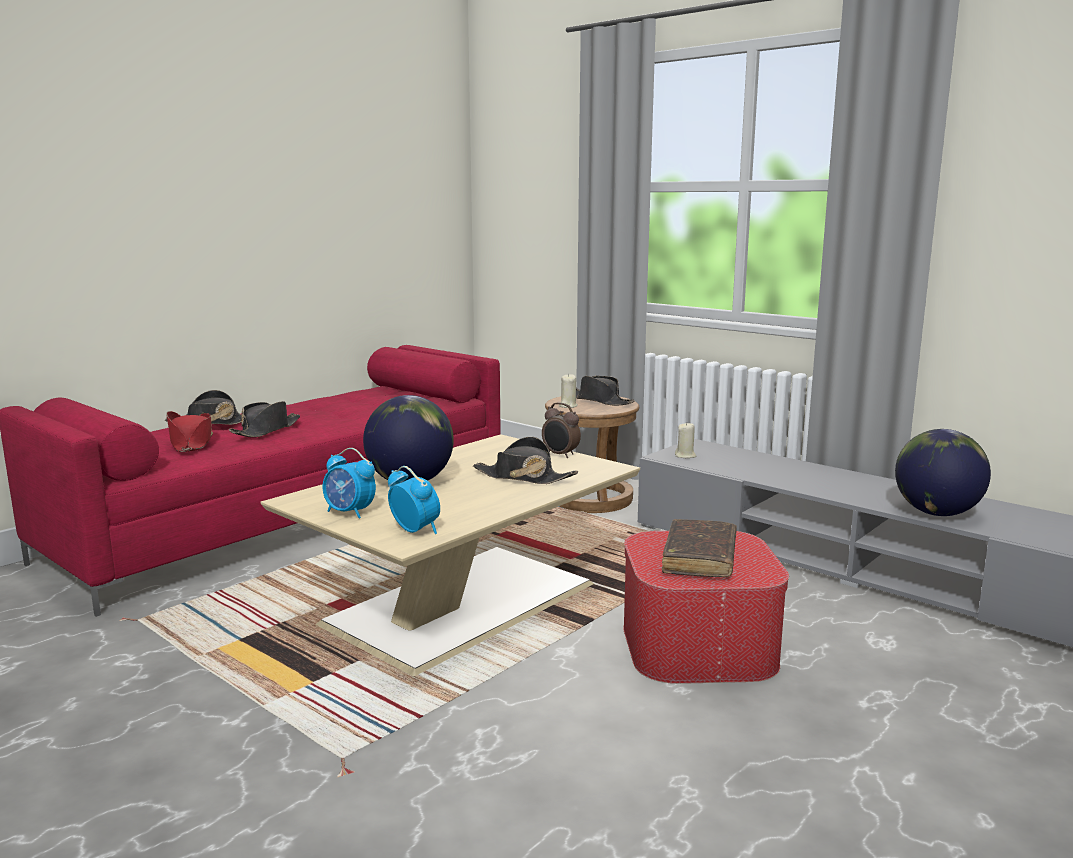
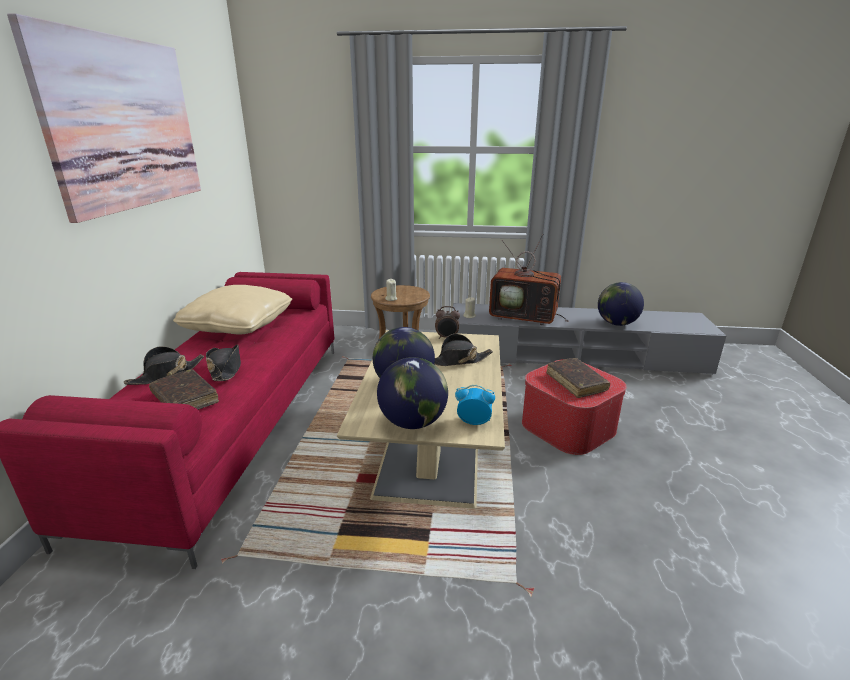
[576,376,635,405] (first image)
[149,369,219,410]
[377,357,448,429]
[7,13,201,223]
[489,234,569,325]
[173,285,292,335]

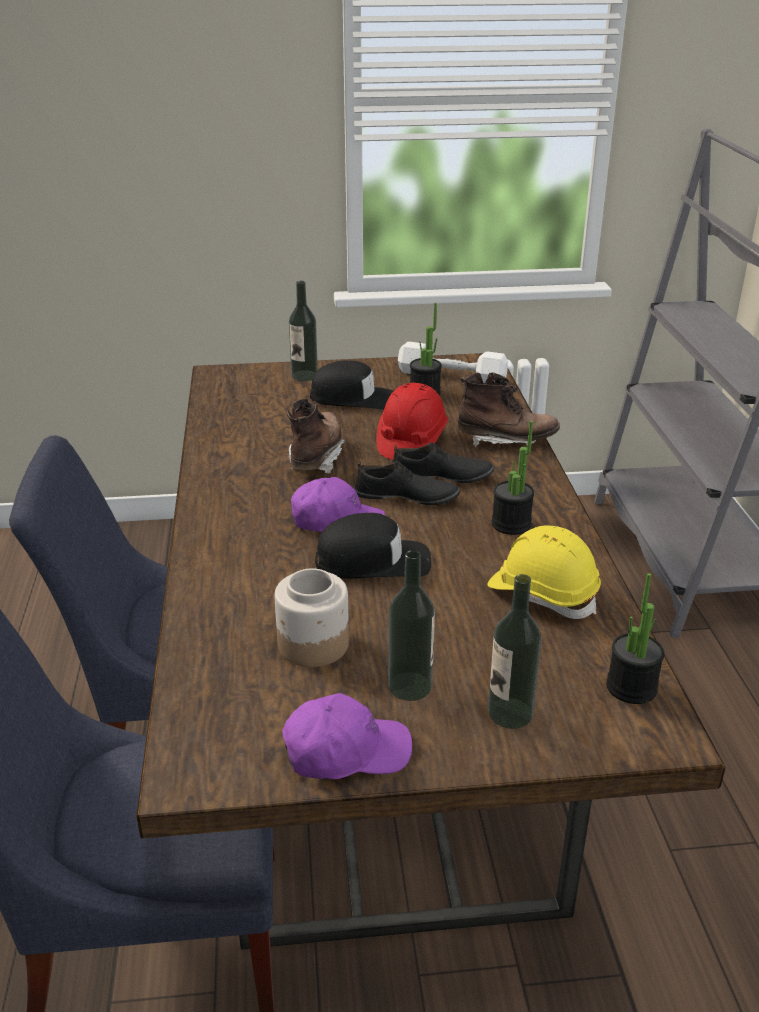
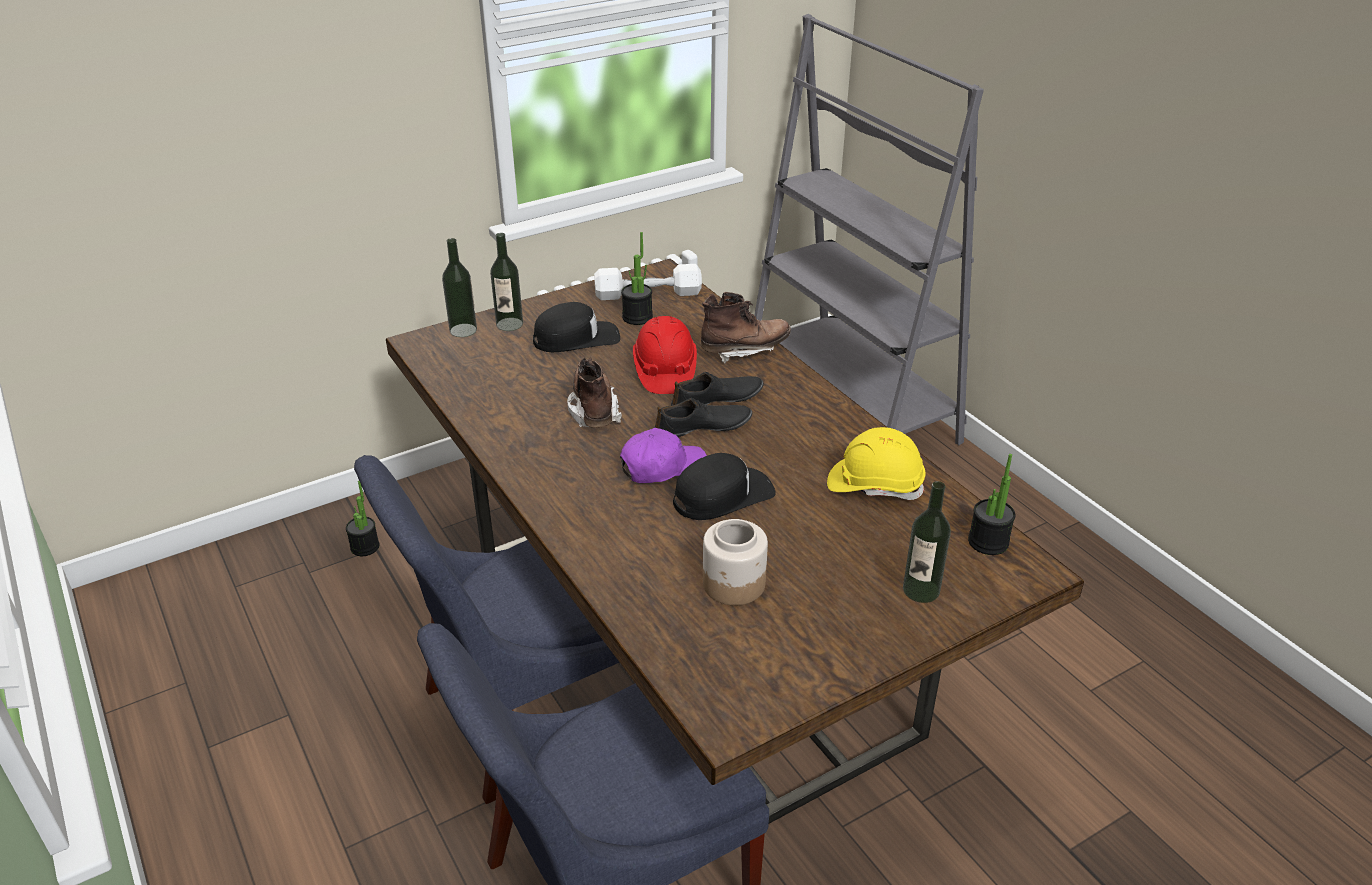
[346,481,380,556]
[442,238,477,337]
[282,693,412,779] (first image)

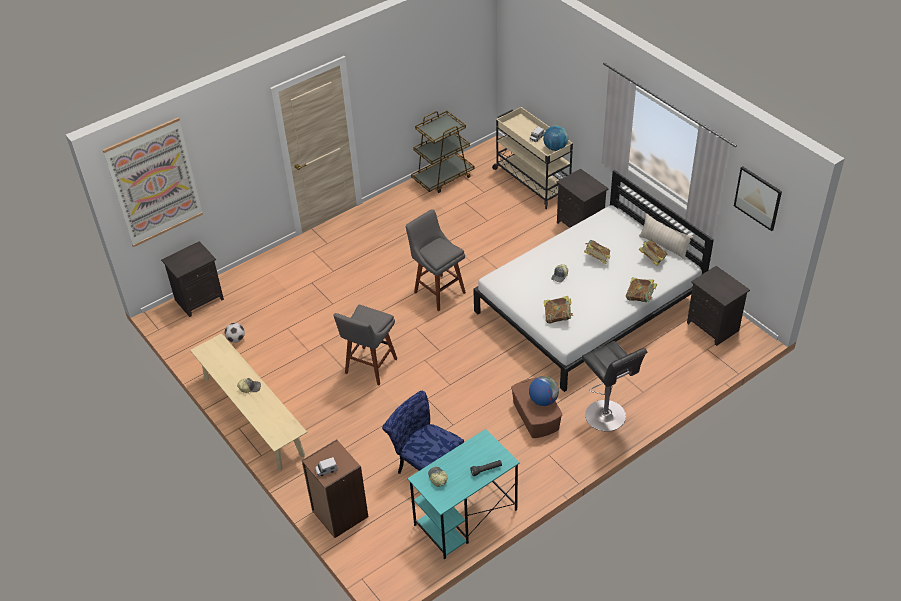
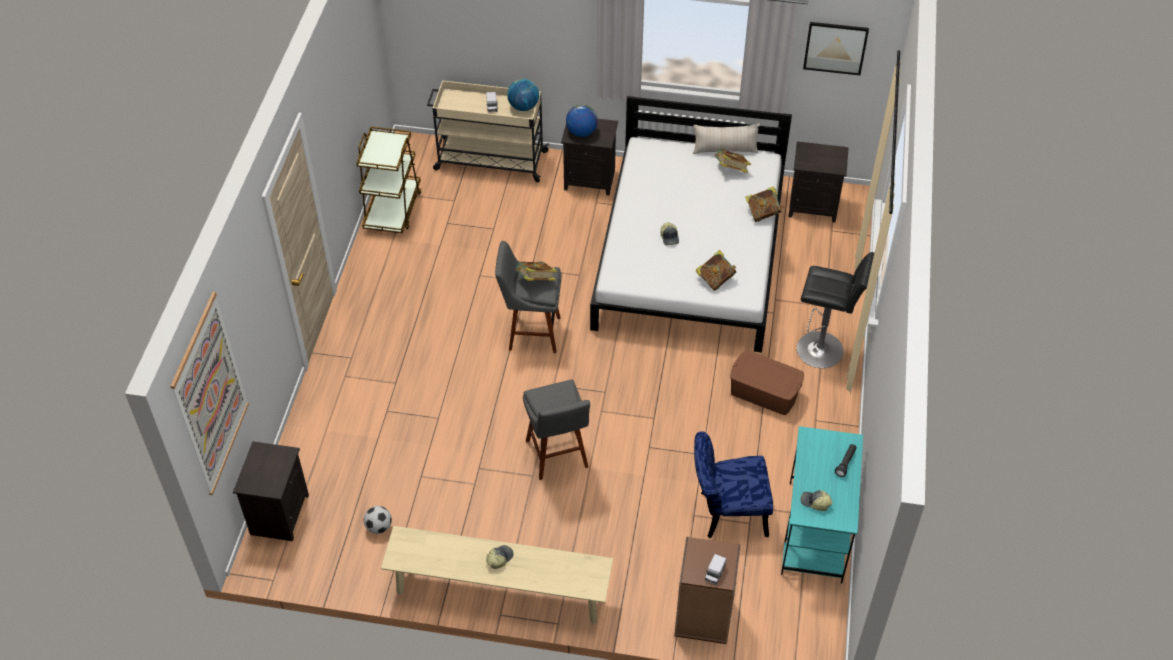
[515,262,557,281]
[566,104,598,137]

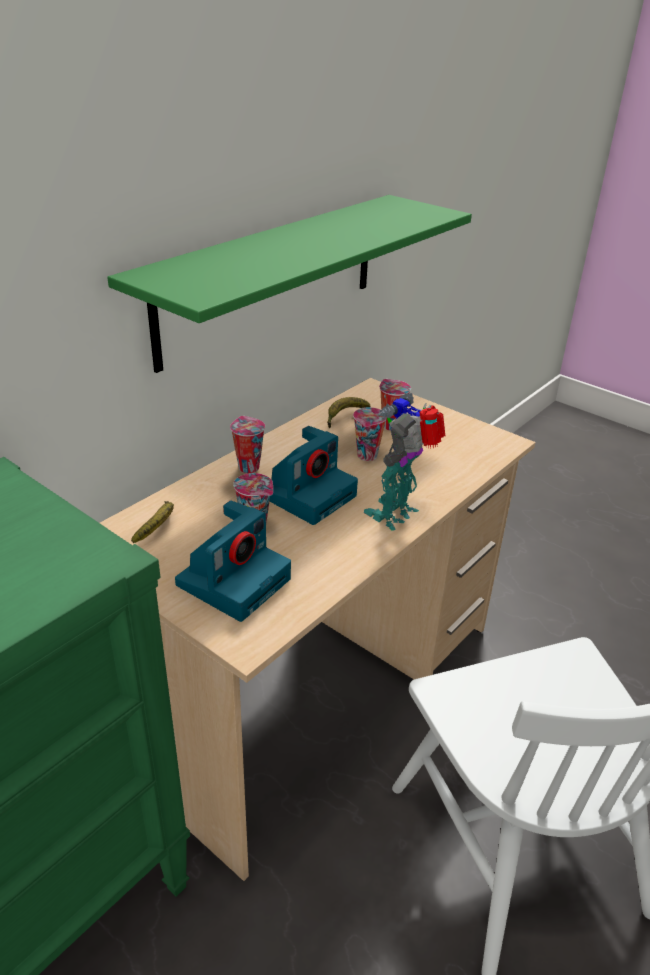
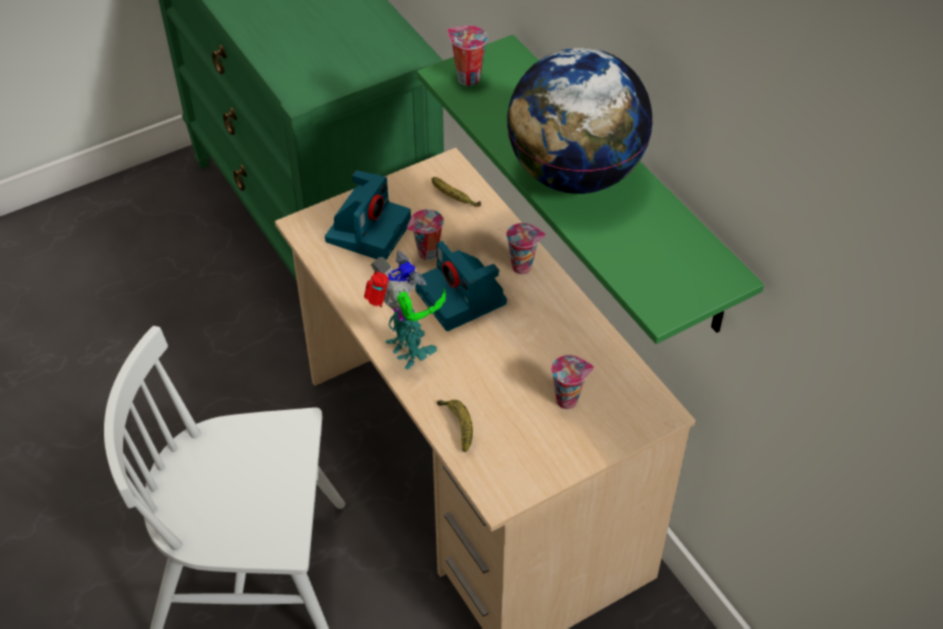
[437,400,473,452]
[447,25,488,86]
[325,170,411,260]
[507,47,653,194]

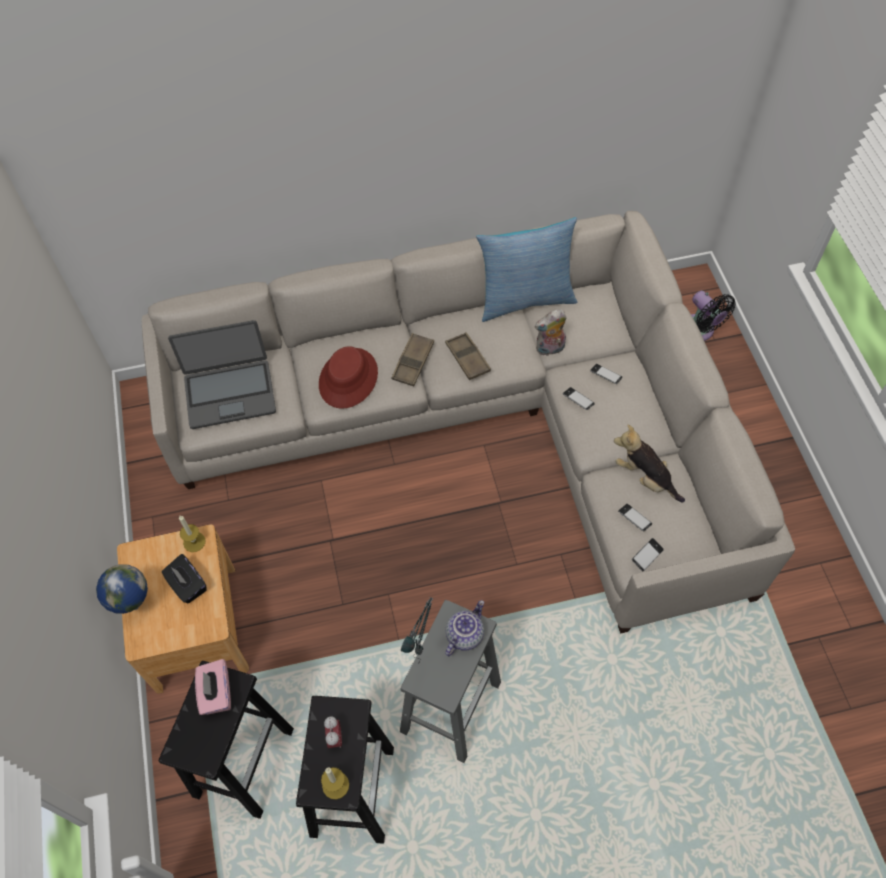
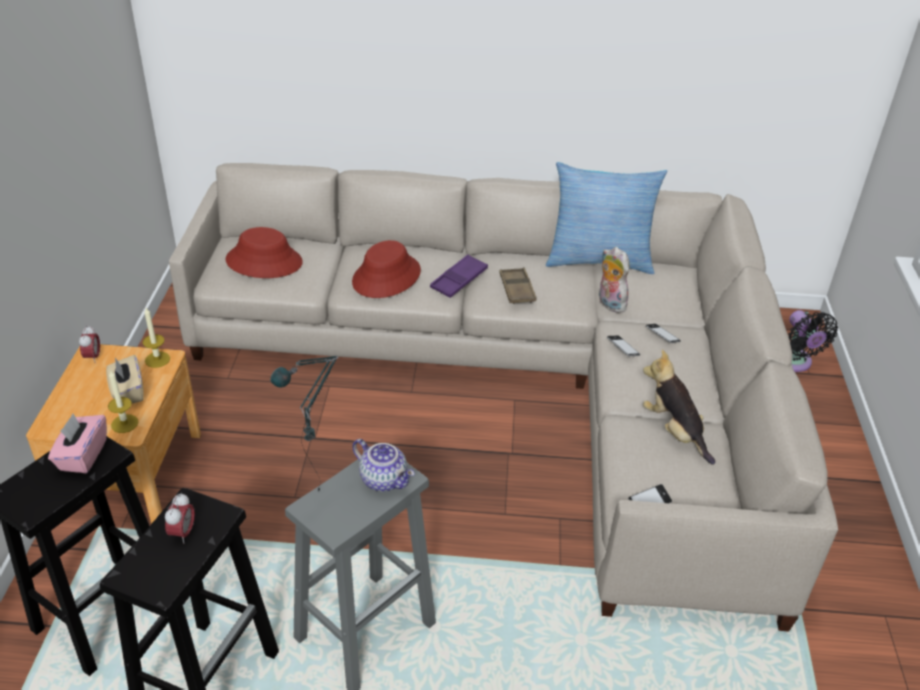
[598,247,629,313]
[226,227,303,278]
[430,255,488,298]
[618,504,652,532] (first image)
[106,355,144,403]
[96,564,148,614] (first image)
[352,439,415,491]
[108,371,139,433]
[79,325,100,363]

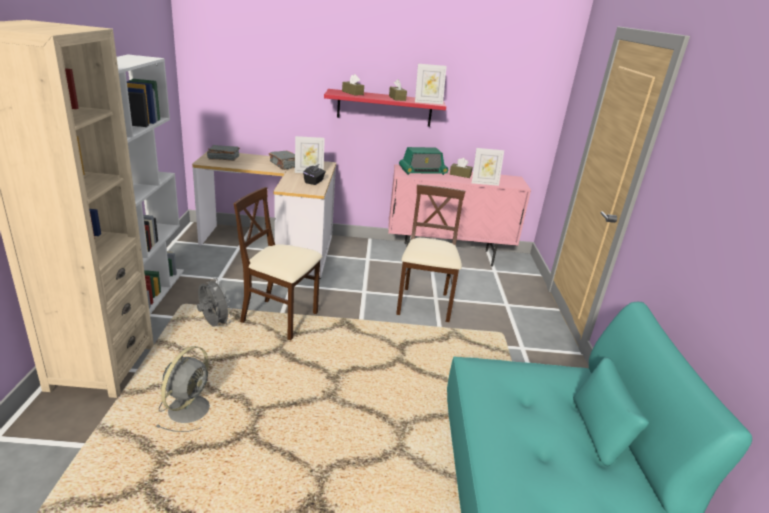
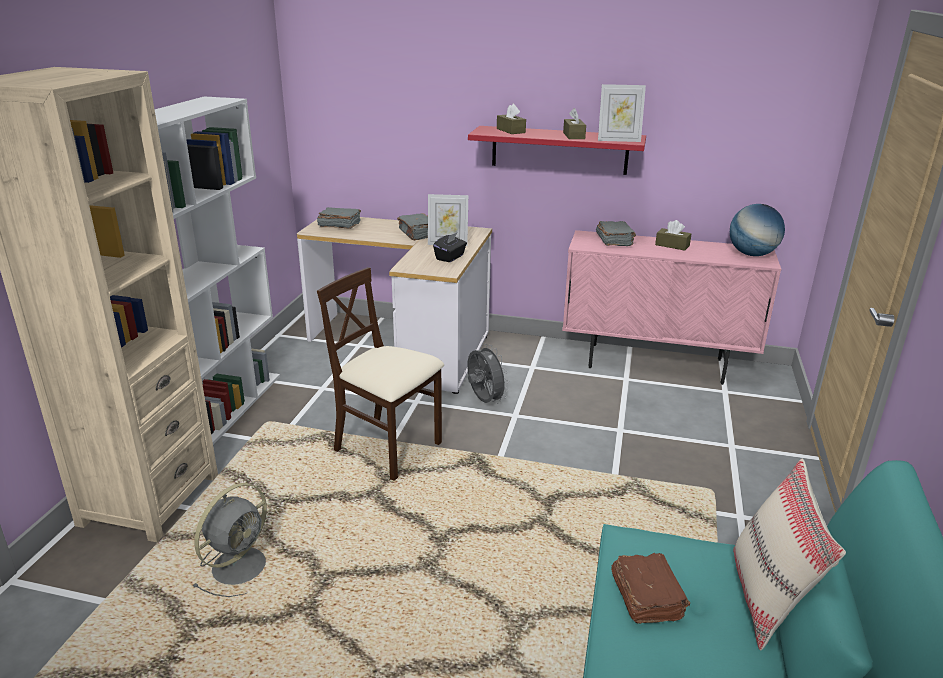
[596,221,636,246]
[472,148,504,186] (first image)
[396,184,465,322] (first image)
[467,344,509,404]
[730,204,785,256]
[733,459,846,651]
[611,553,690,624]

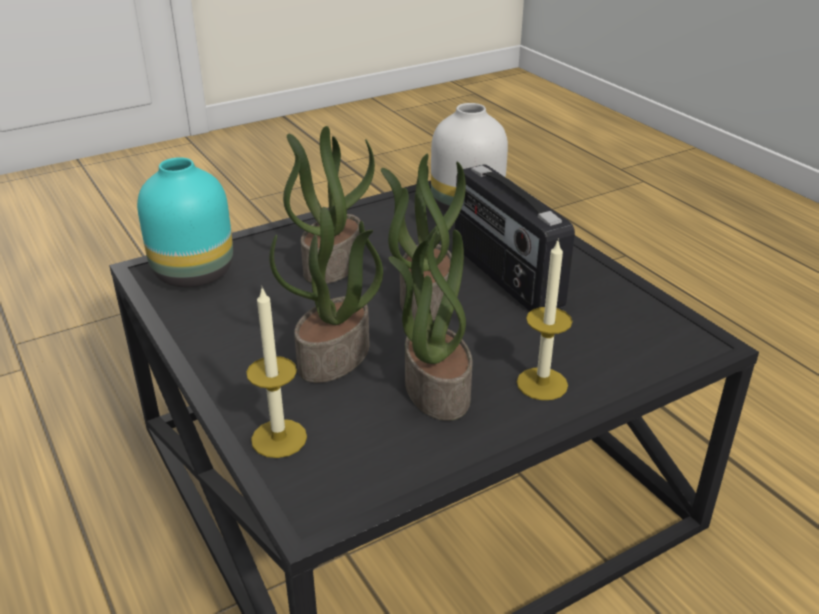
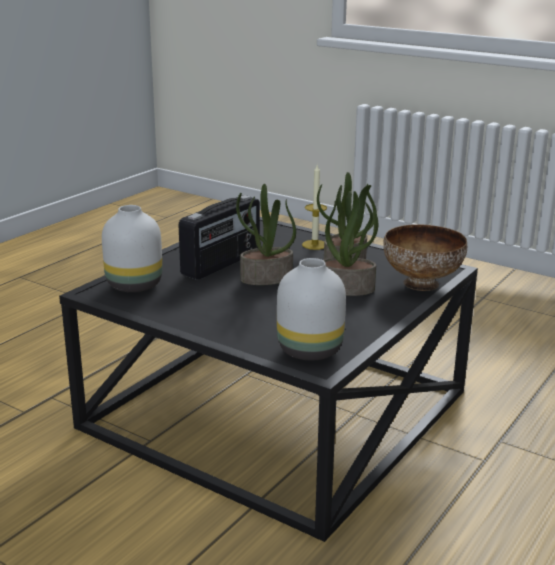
[283,126,375,284] (first image)
[277,258,346,360]
[383,224,467,291]

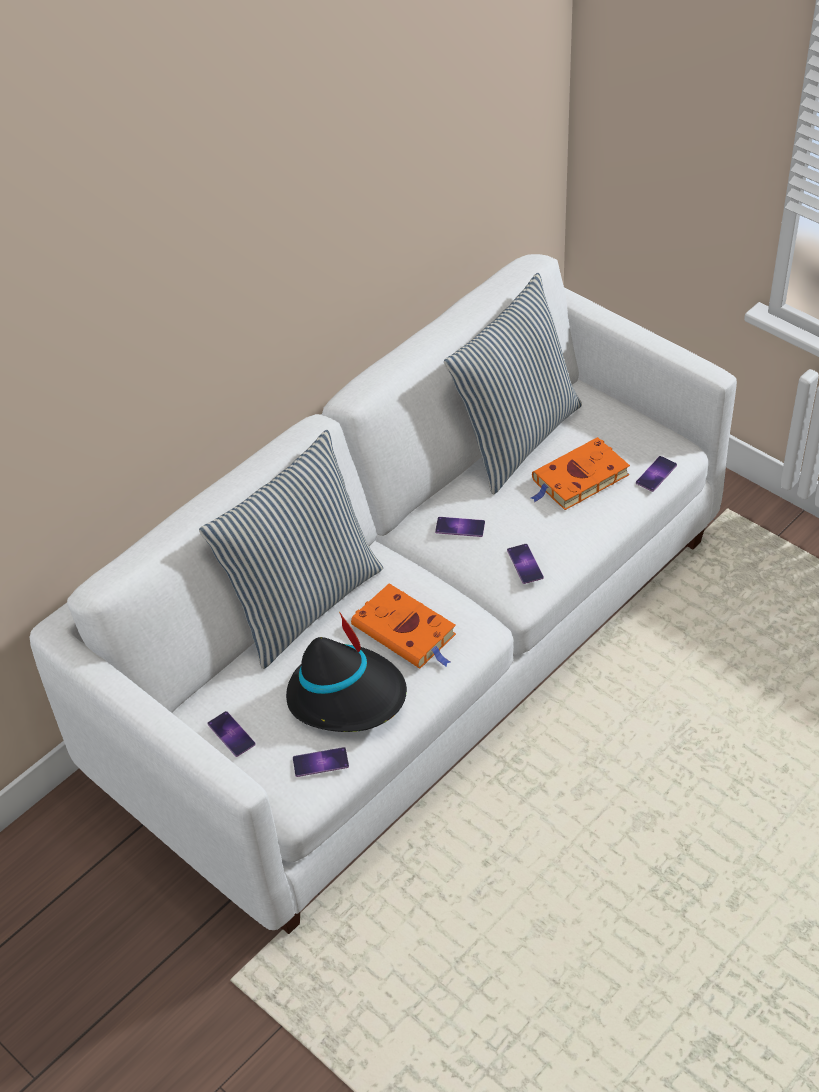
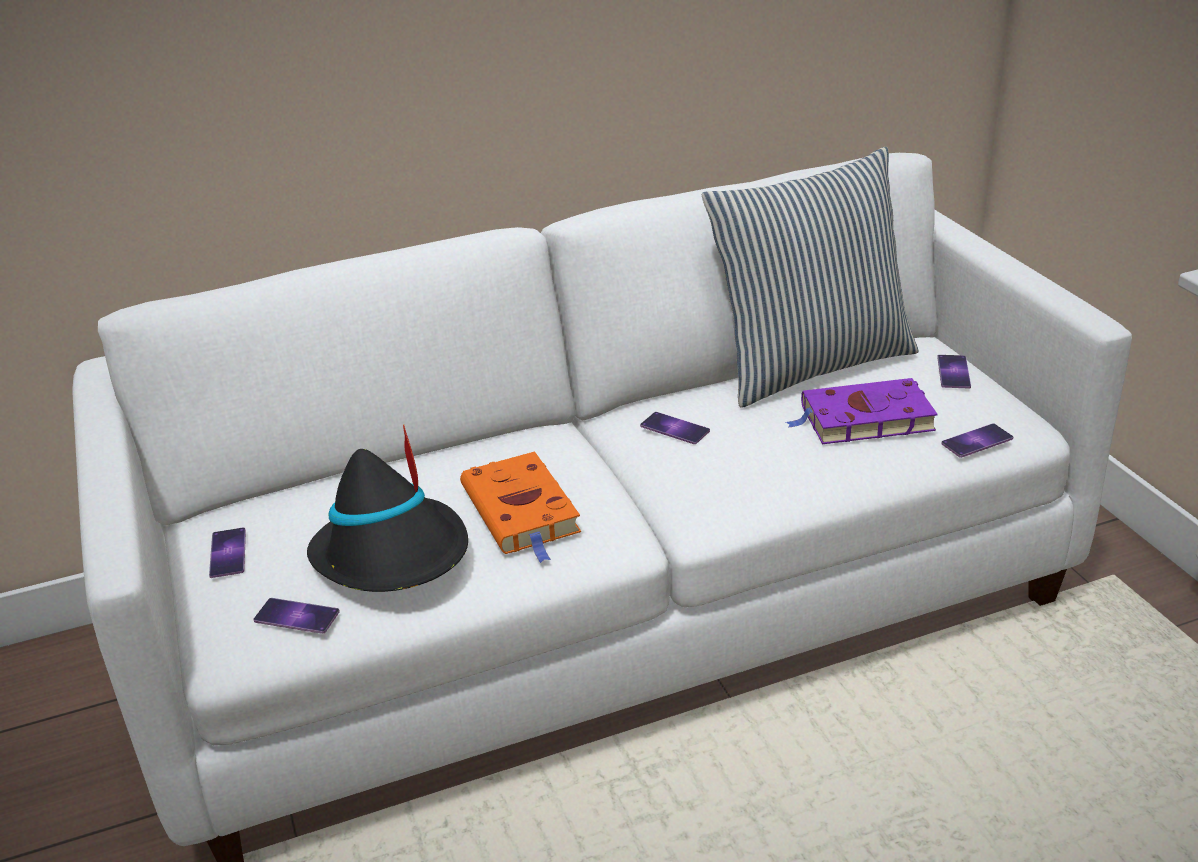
[199,430,383,669] (first image)
[786,378,938,444]
[937,355,971,389]

